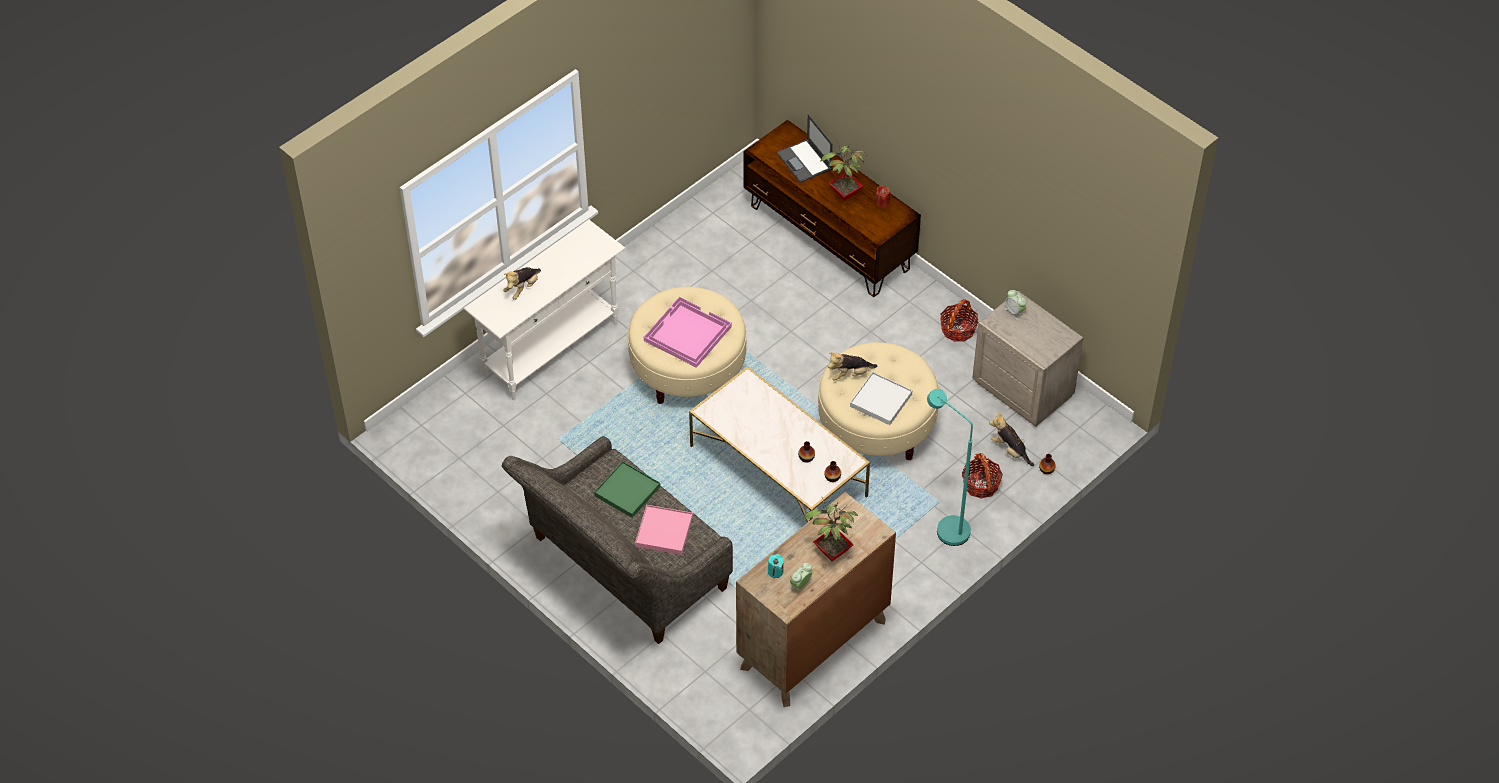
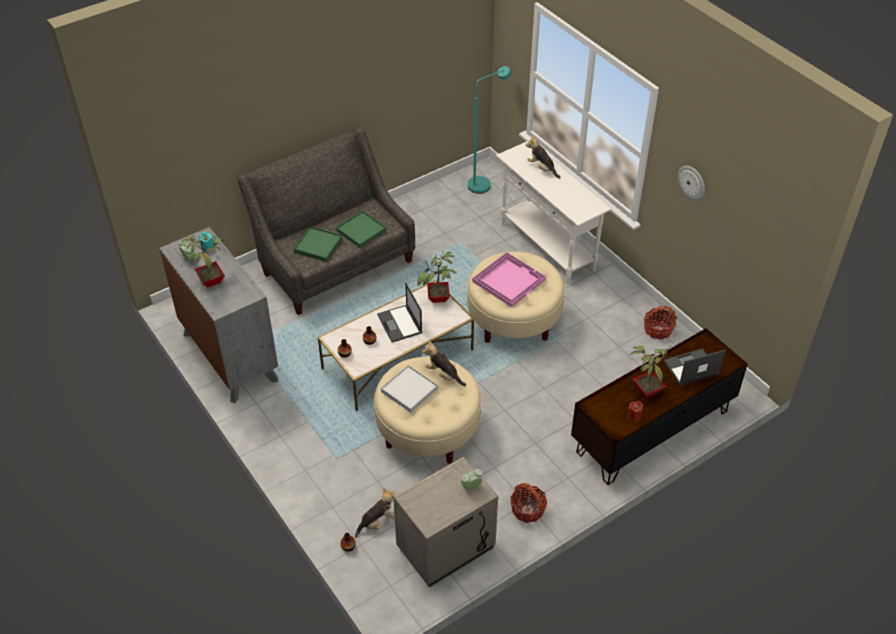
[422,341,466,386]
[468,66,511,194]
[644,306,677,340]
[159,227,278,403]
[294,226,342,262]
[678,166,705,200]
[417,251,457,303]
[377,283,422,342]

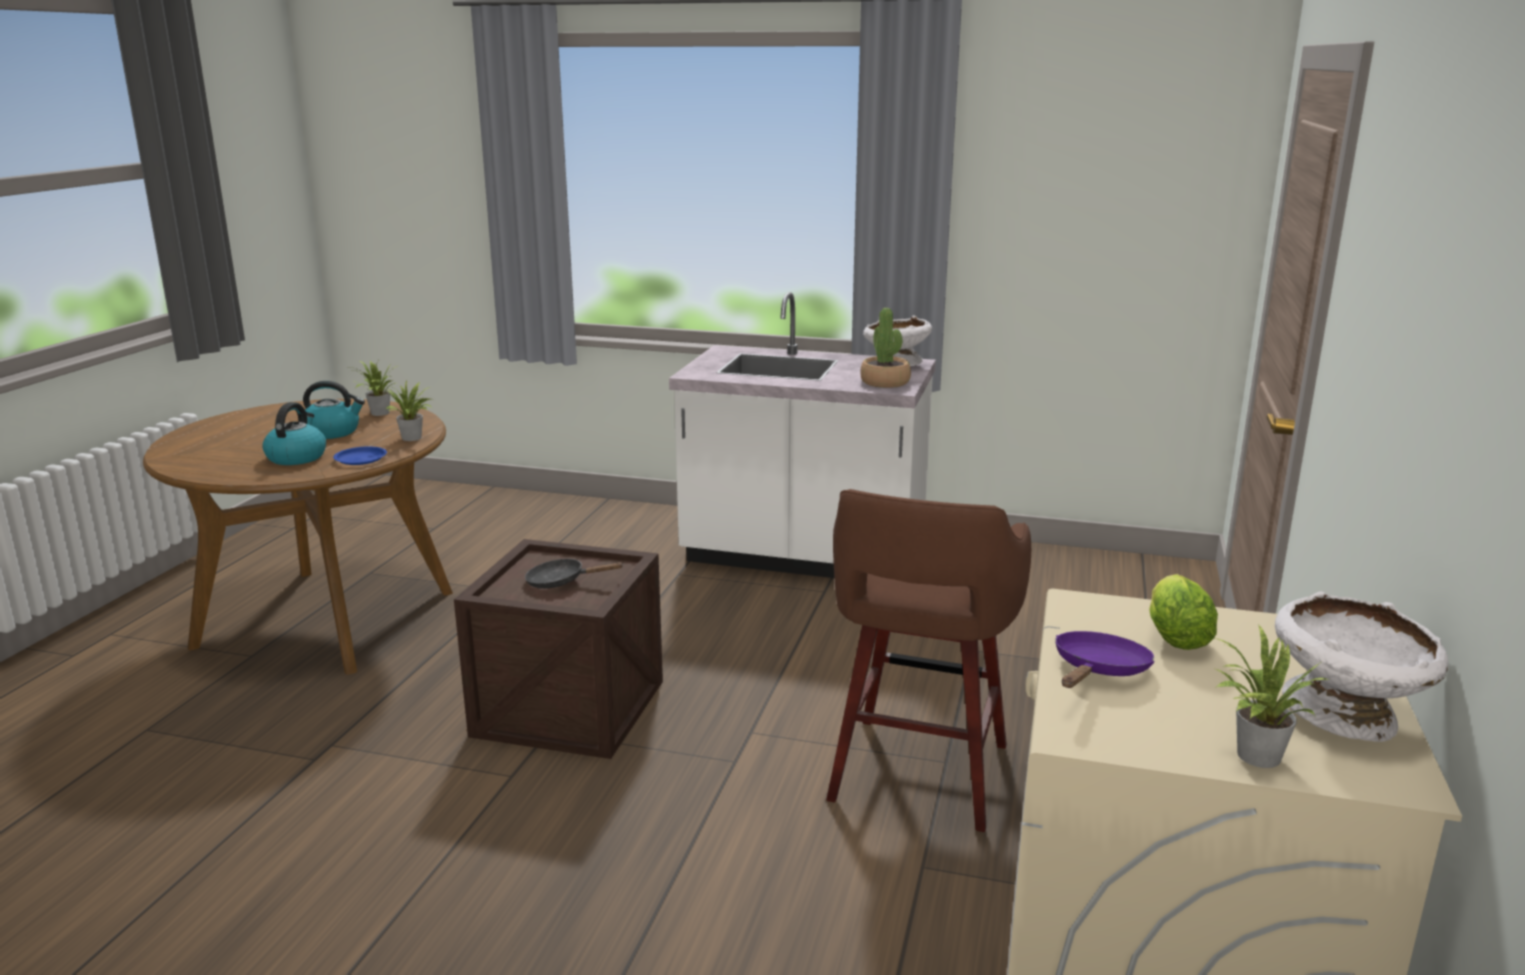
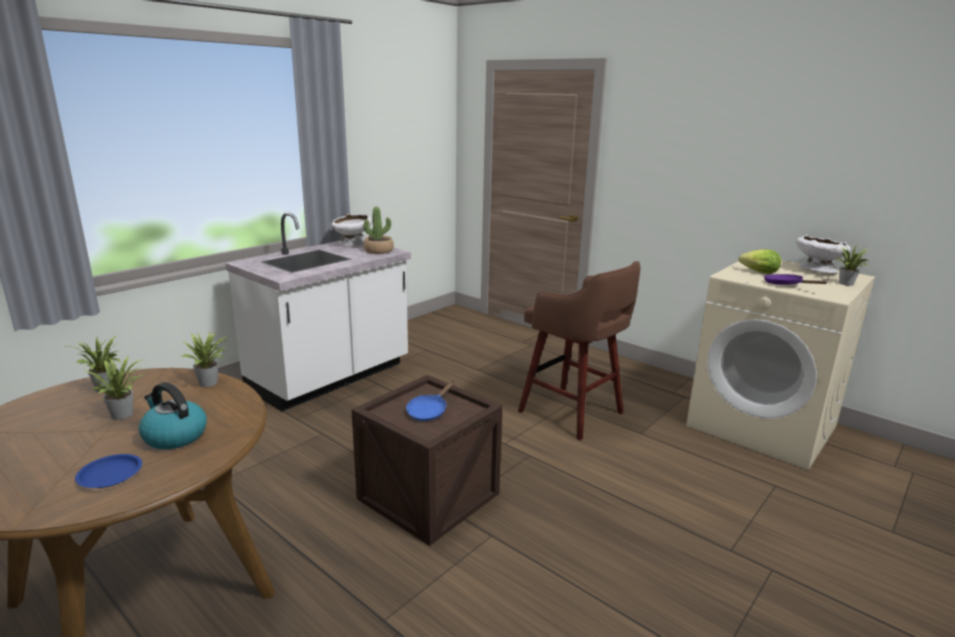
[83,356,145,420]
[75,454,142,488]
[406,381,455,421]

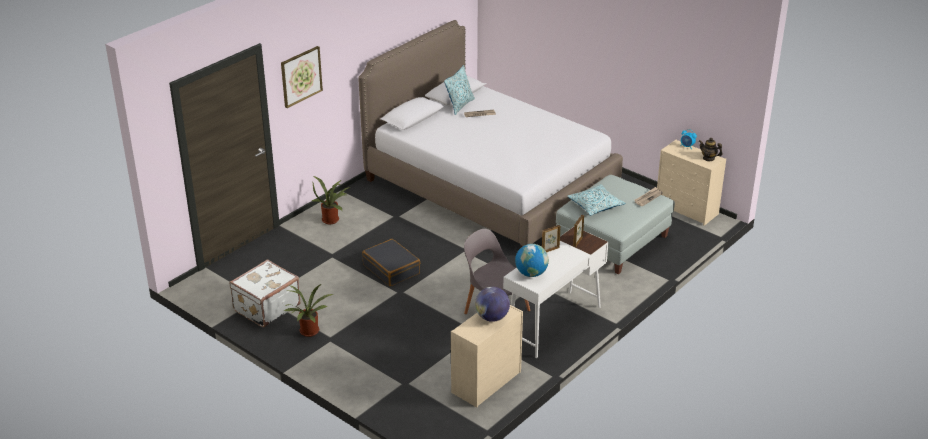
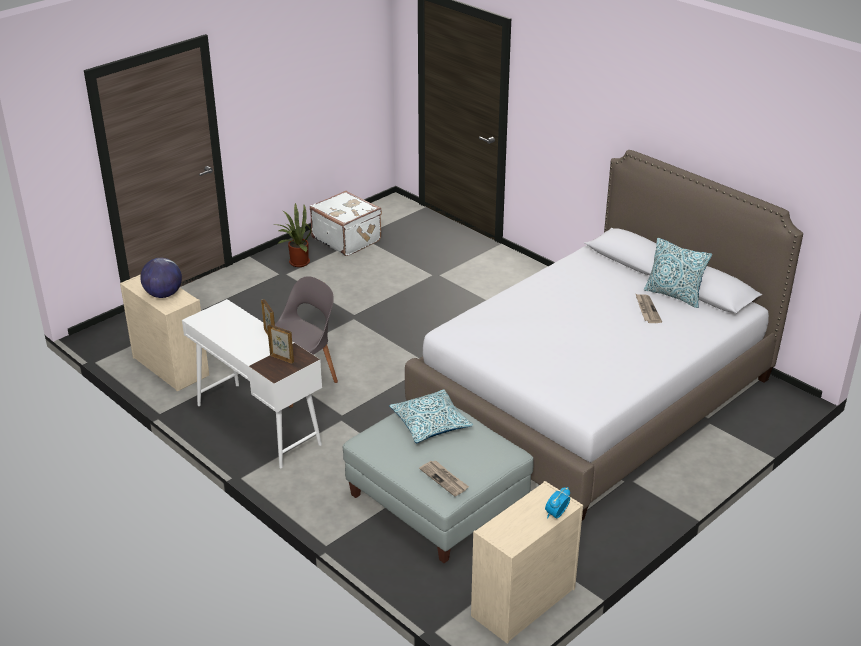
[281,46,323,108] (first image)
[699,138,723,161] (first image)
[311,176,350,224] (first image)
[362,239,420,286] (first image)
[515,244,549,277] (first image)

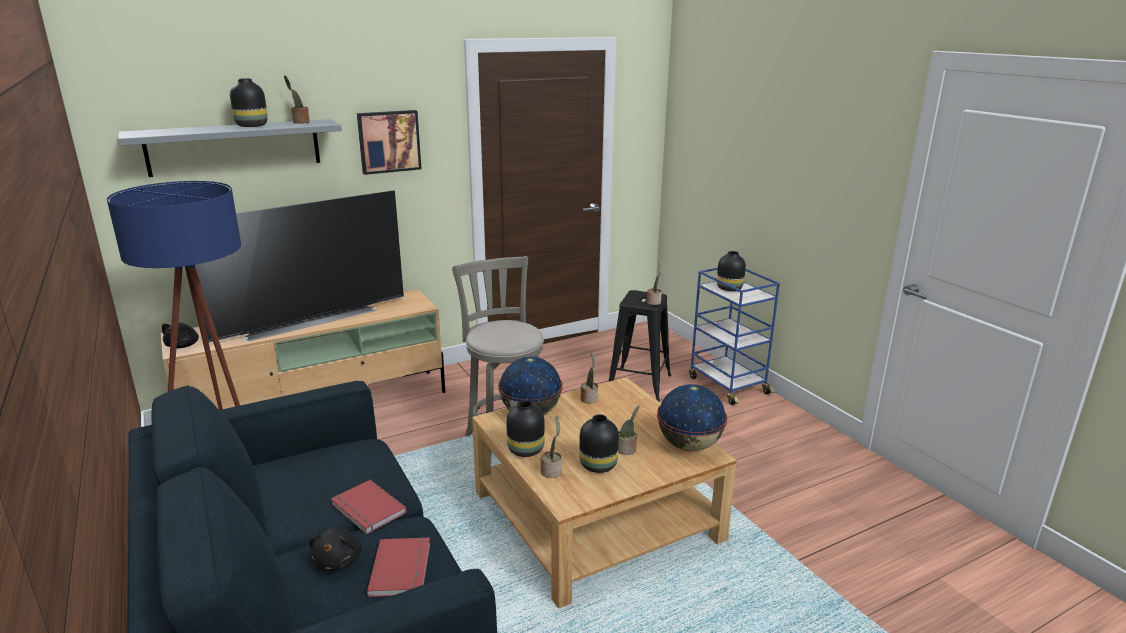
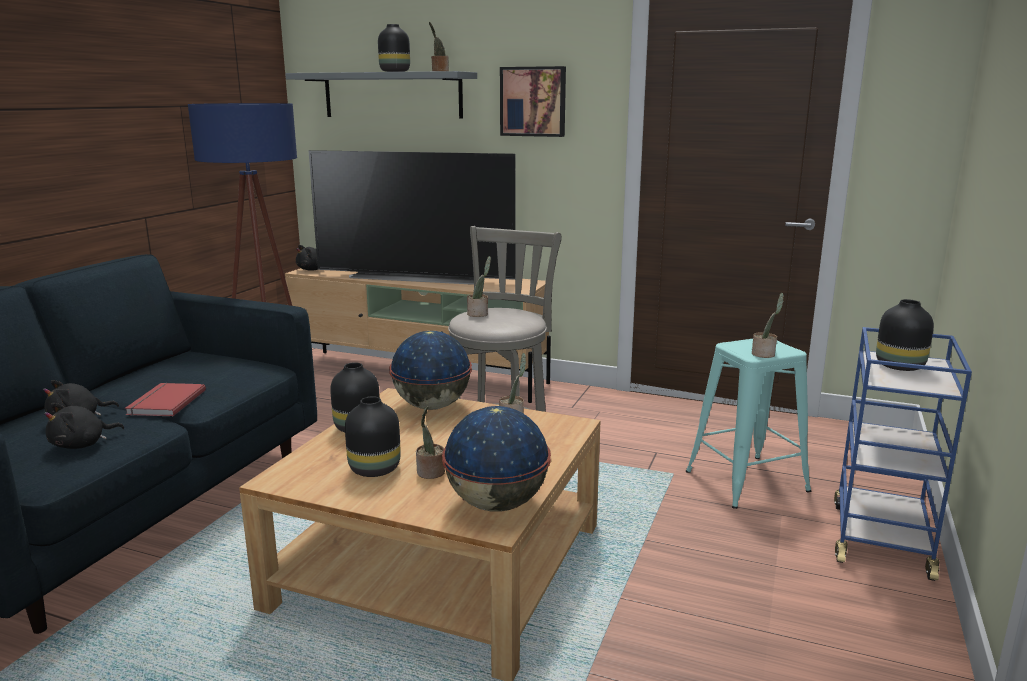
[686,339,811,509]
[467,256,491,317]
[44,403,124,449]

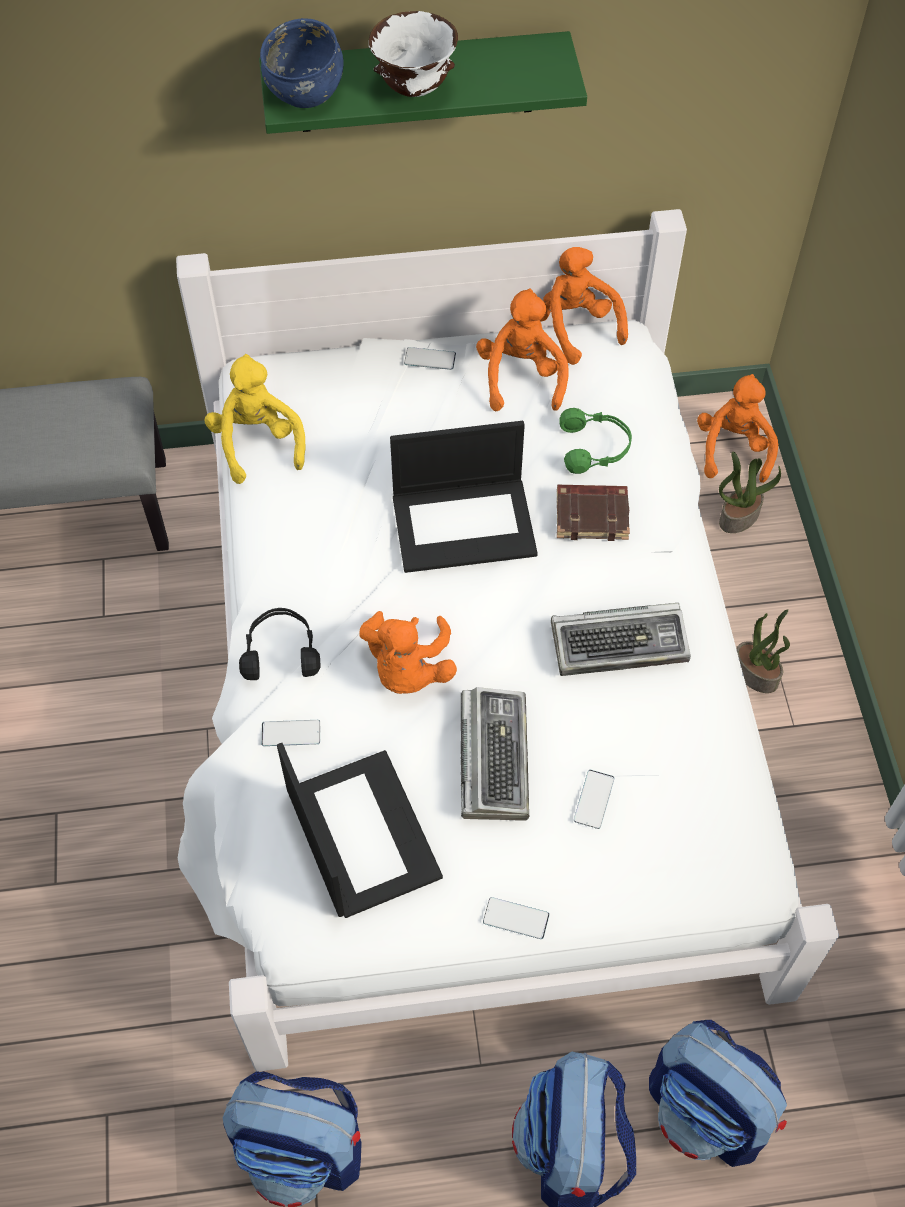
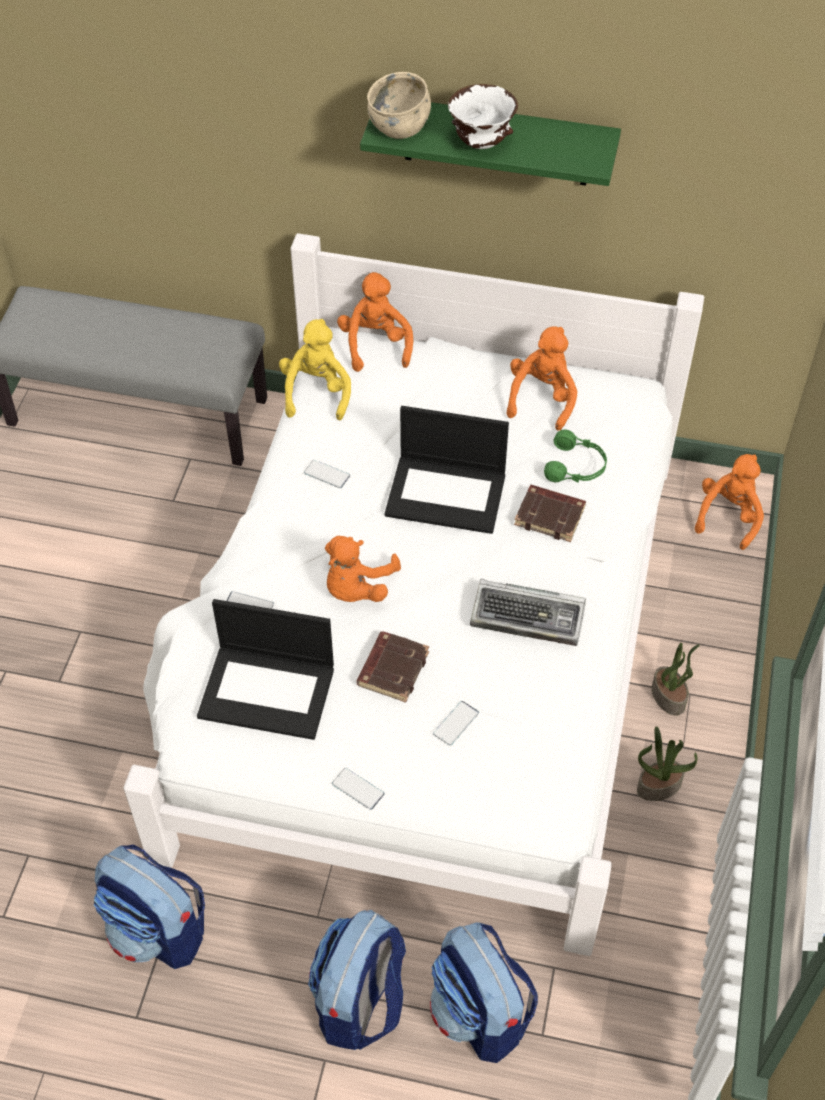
[367,72,431,139]
[337,272,413,372]
[304,460,350,488]
[637,726,697,801]
[239,608,321,680] (first image)
[357,631,429,703]
[197,599,334,740]

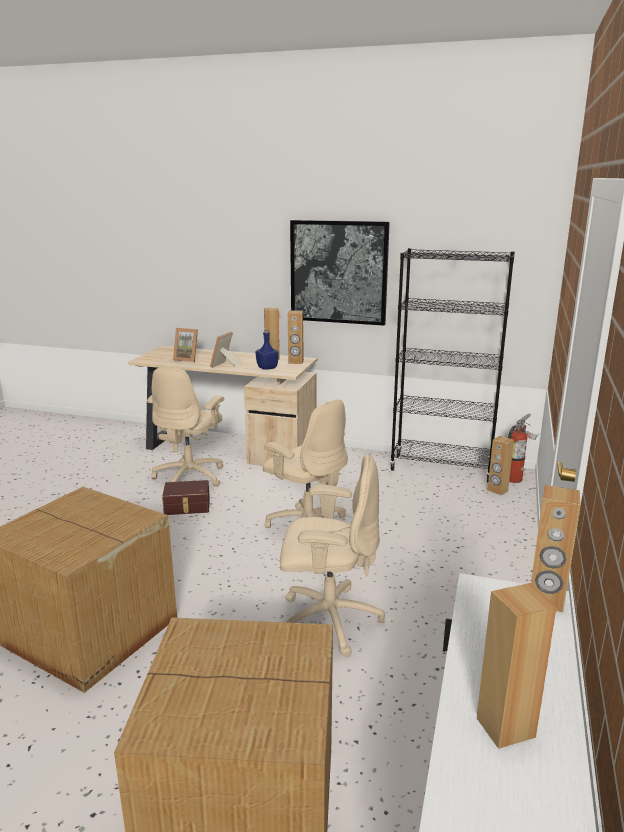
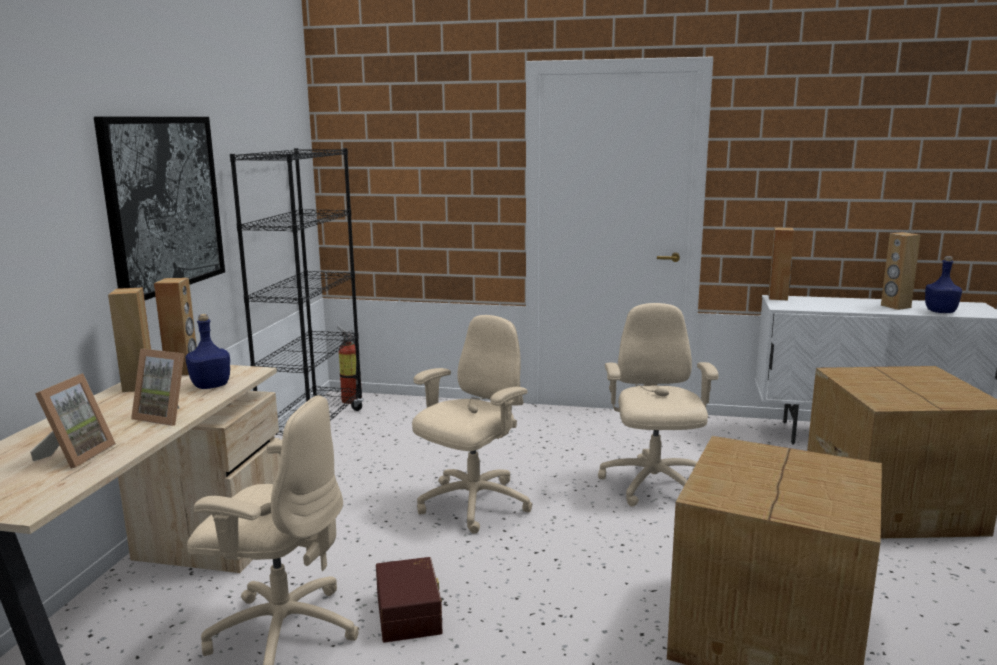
[487,436,514,495] (first image)
[925,256,962,313]

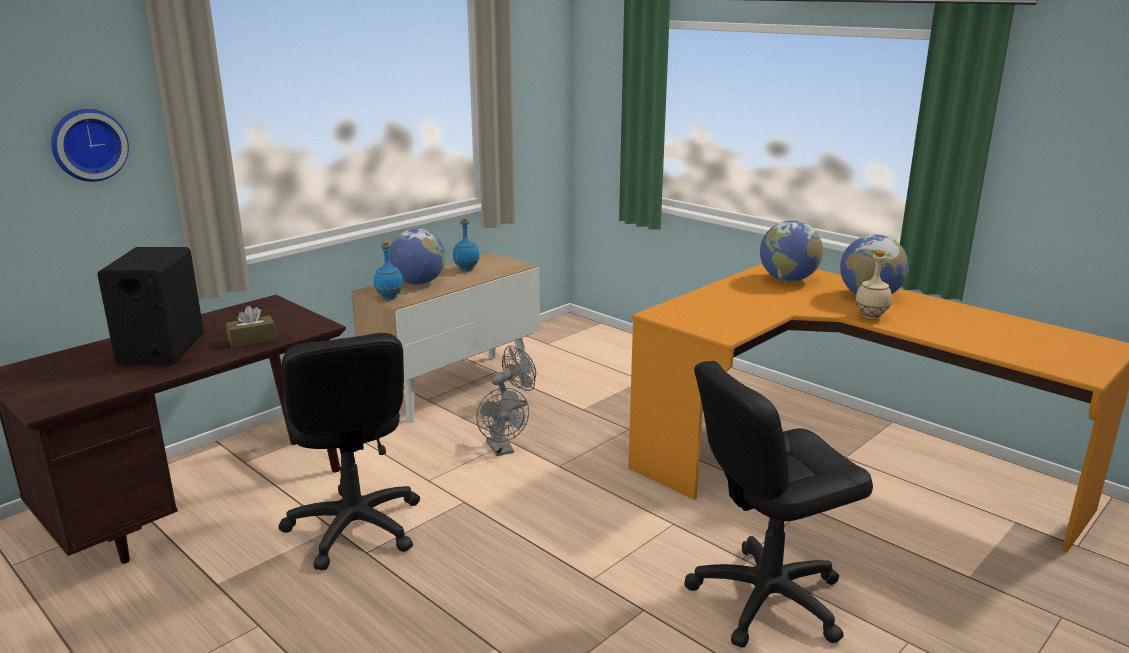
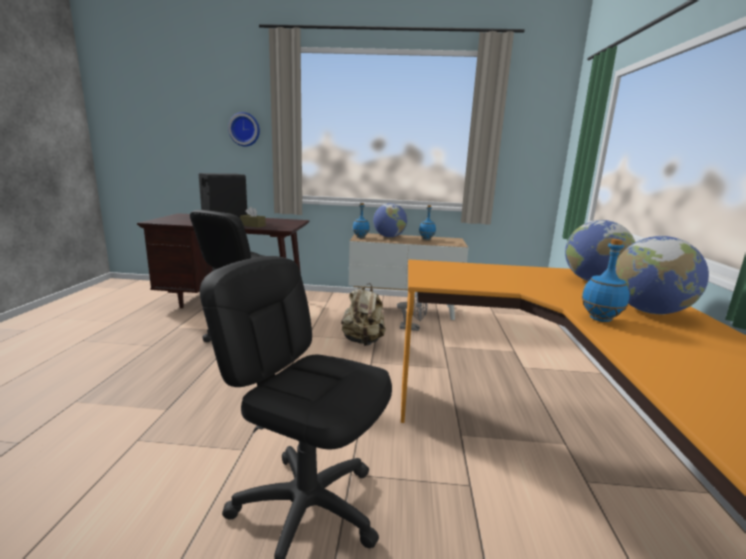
[582,239,629,322]
[341,283,386,346]

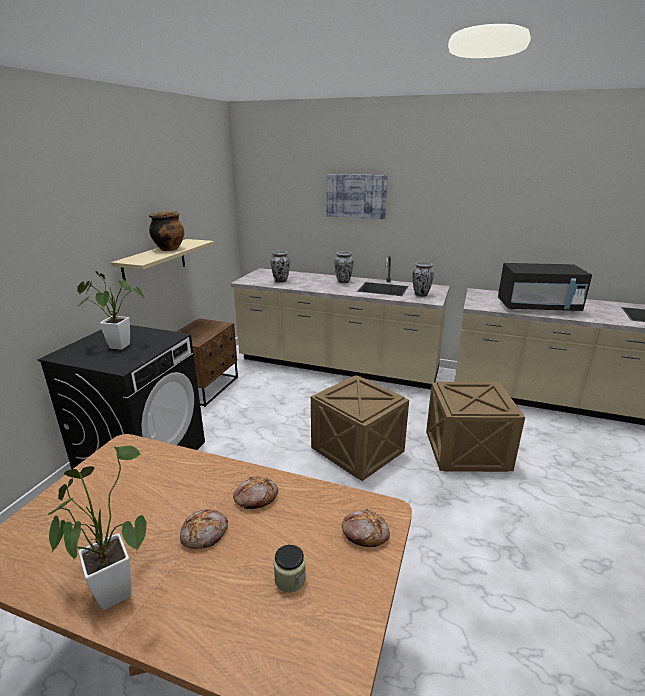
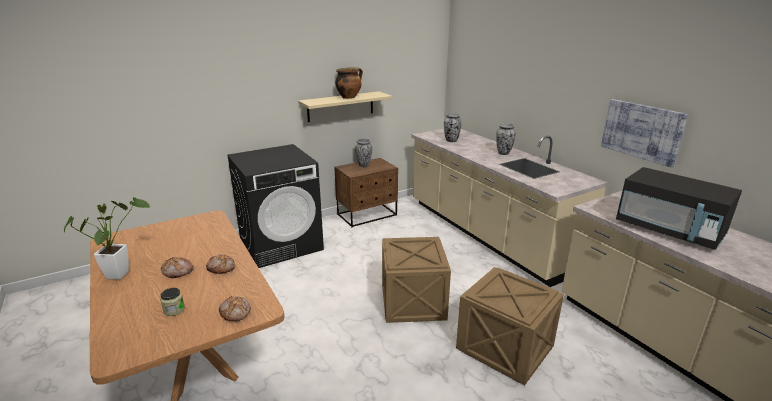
[601,99,688,167]
[355,139,372,167]
[77,271,144,350] (first image)

